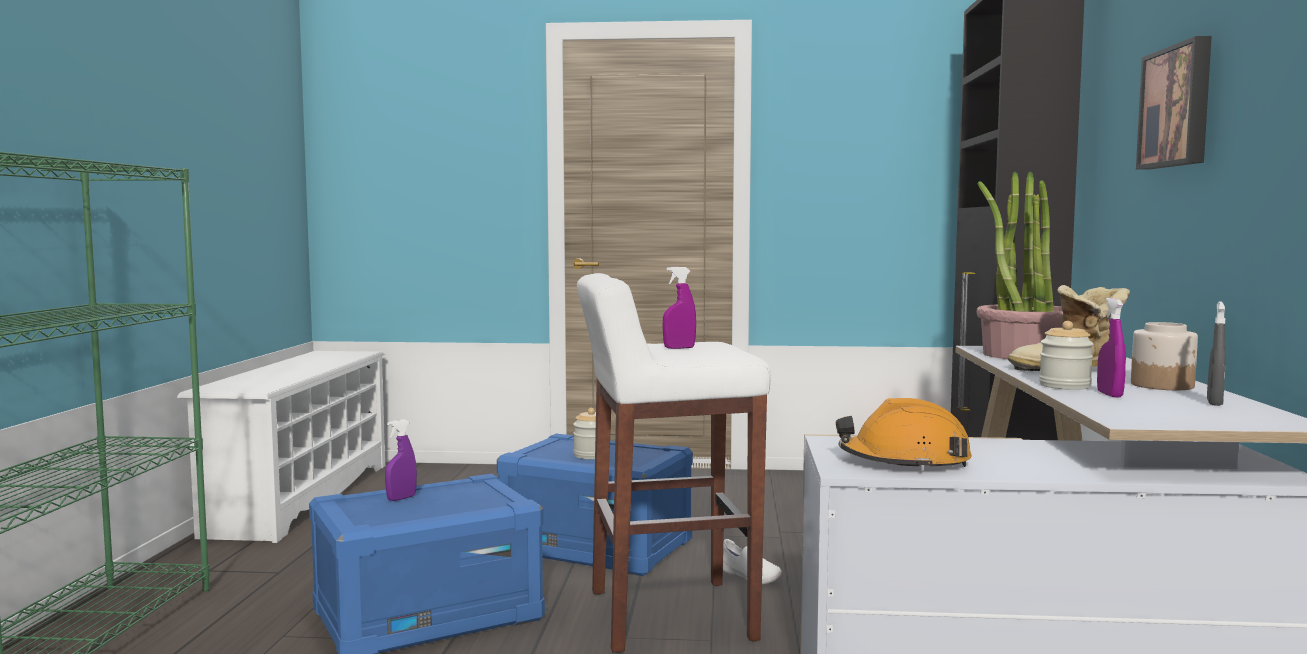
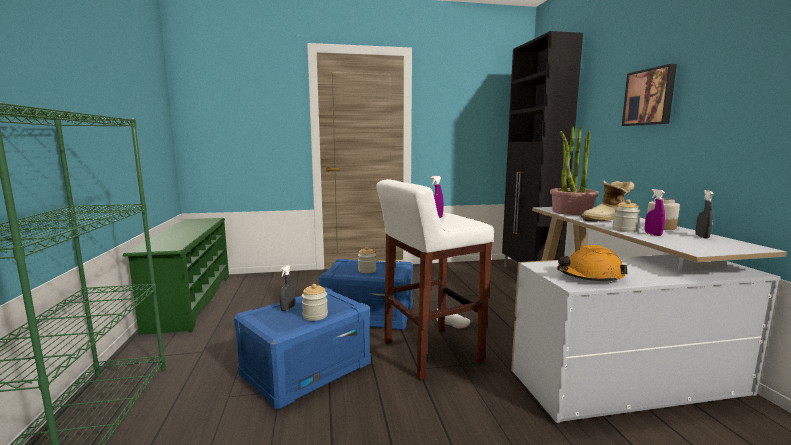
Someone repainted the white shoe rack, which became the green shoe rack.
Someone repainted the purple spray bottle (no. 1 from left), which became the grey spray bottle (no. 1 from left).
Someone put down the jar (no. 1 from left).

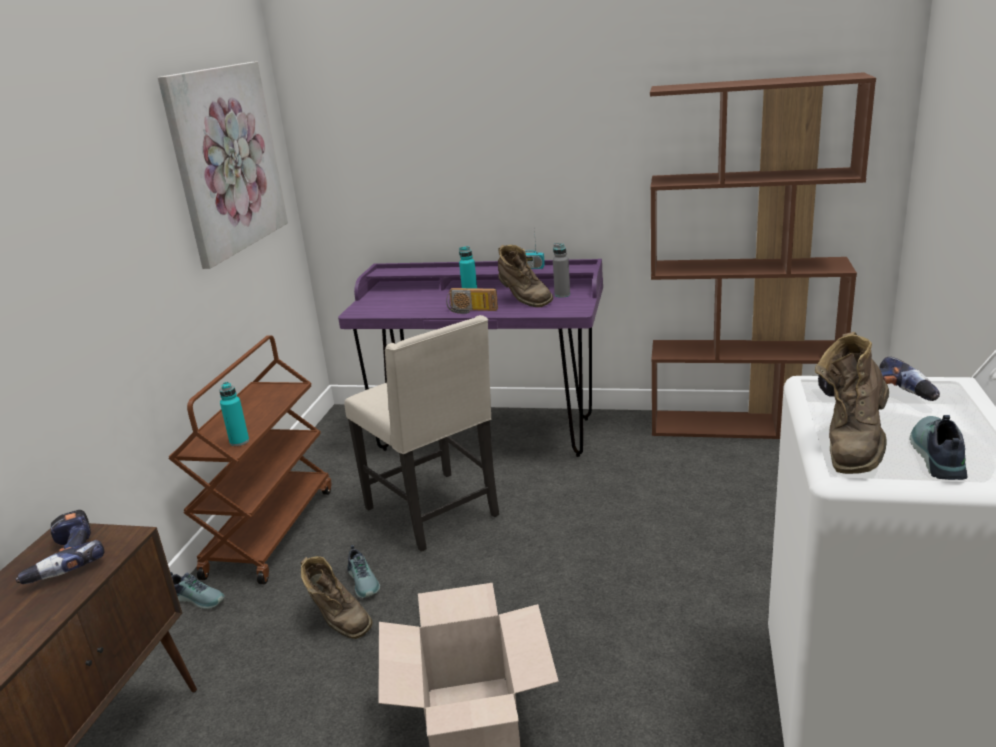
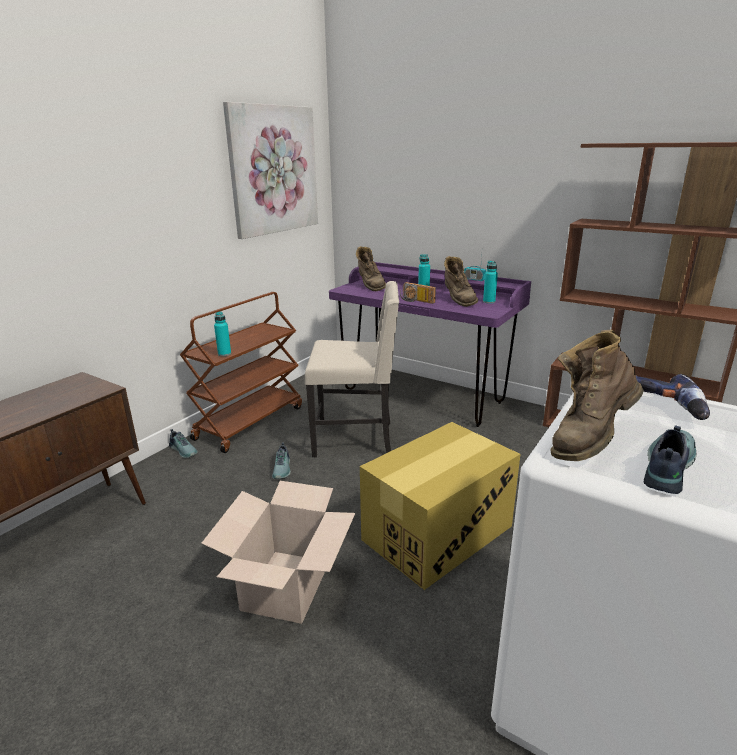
Someone took away the power drill (no. 1 from left).
Someone carried the brown boot (no. 1 from left).
Someone rotated the beige chair by 75 degrees counterclockwise.
Someone repainted the grey bottle, which became the turquoise bottle (no. 3 from left).
Someone put down the cardboard box (no. 2 from left).

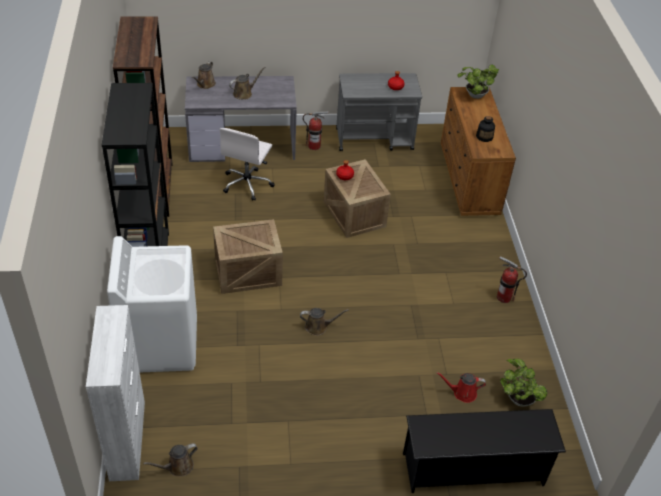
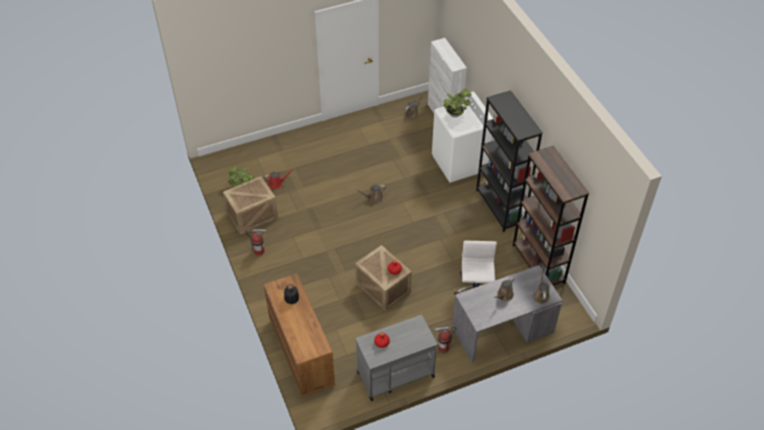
Someone carried the crate (no. 1 from left).
Someone took away the black shoe rack.
Someone carried the potted plant (no. 1 from left in the first image).

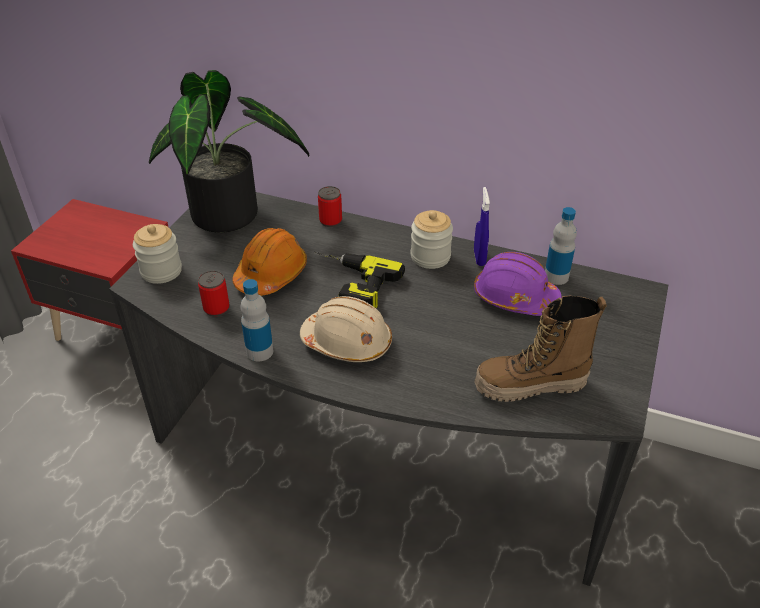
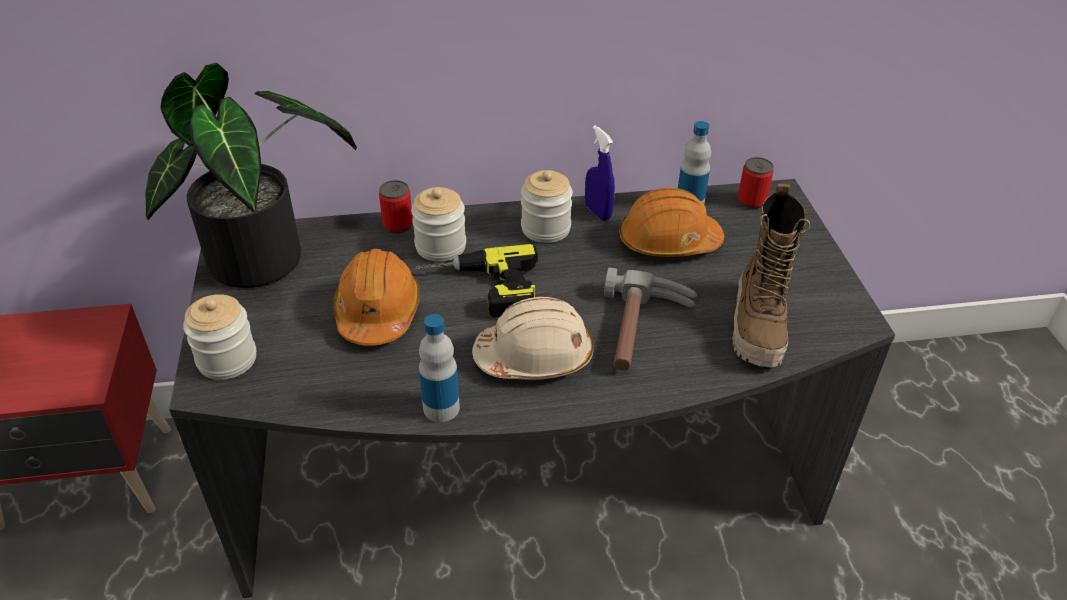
Someone carried the can (no. 1 from left in the first image).
Someone repainted the purple hard hat, which became the orange hard hat (no. 2 from left).
Someone rotated the boot by 45 degrees counterclockwise.
Someone put down the jar (no. 2 from left).
Someone put down the hammer.

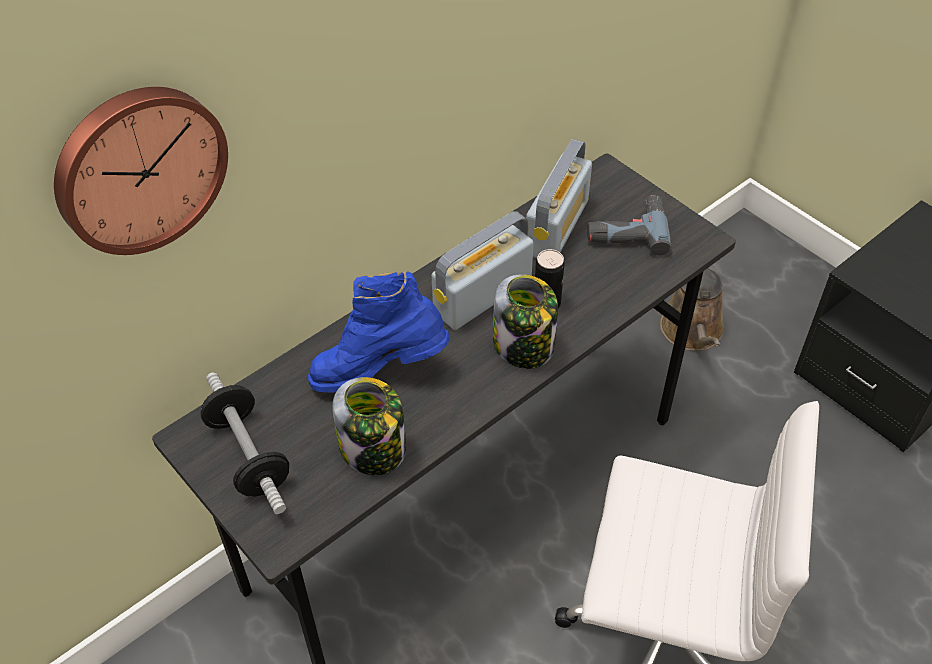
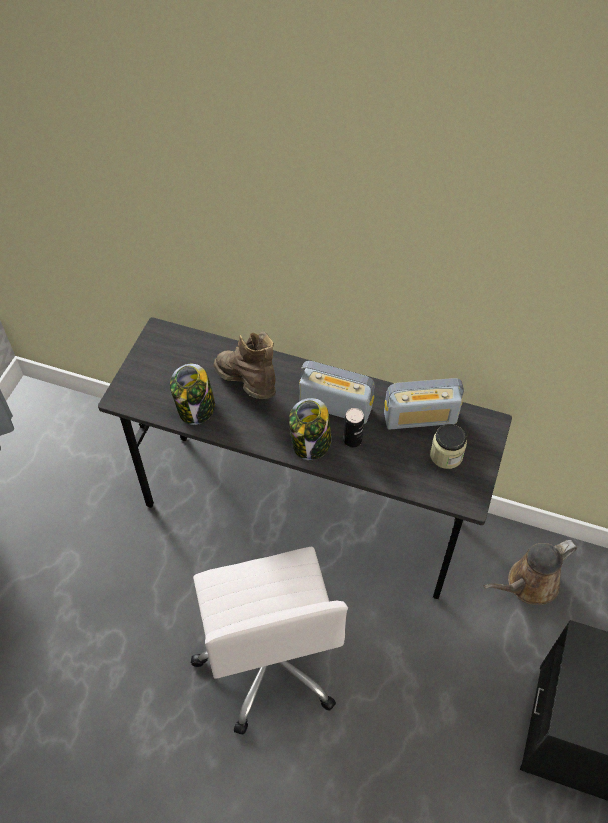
Someone took away the wall clock.
Someone took away the dumbbell.
Someone repainted the blue boot, which became the brown boot.
Someone swapped the power drill for the jar (no. 3 from left).

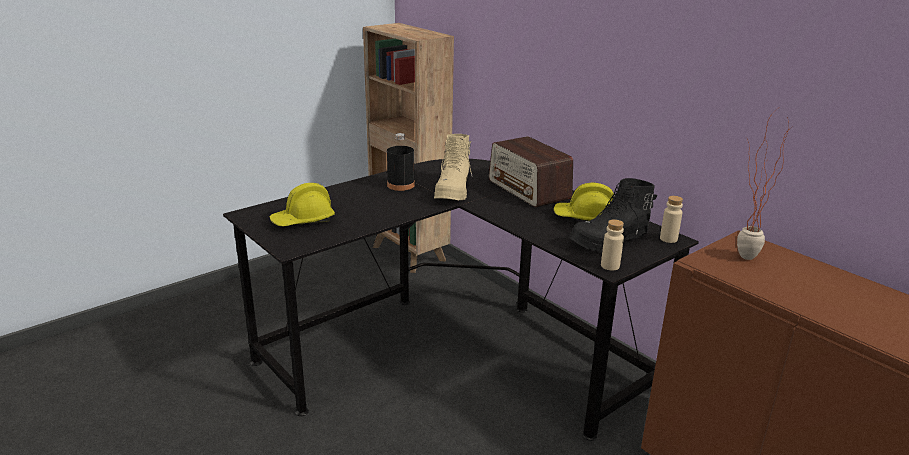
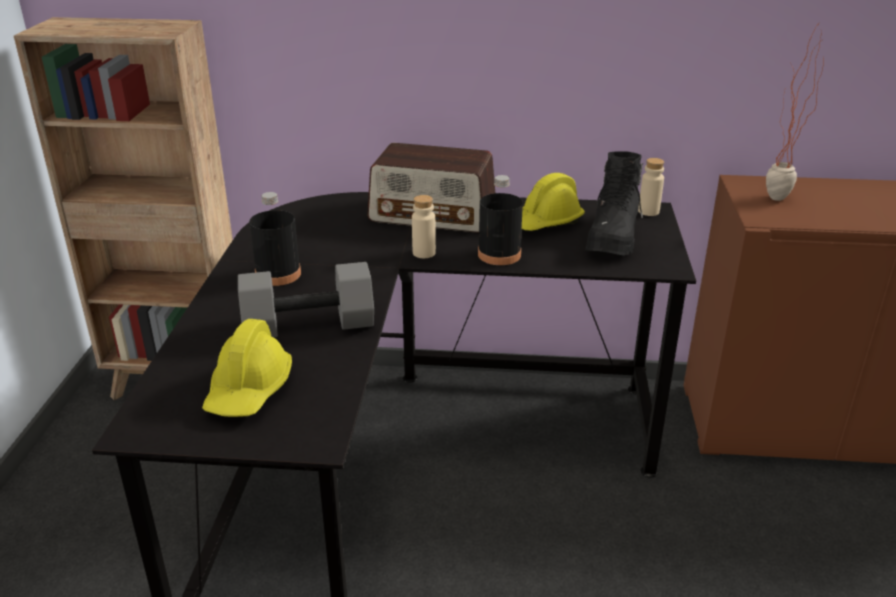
Someone took away the beige boot.
Someone carried the beige bottle (no. 1 from left).
Someone put down the grey dumbbell.
Someone put down the black bottle (no. 2 from left).

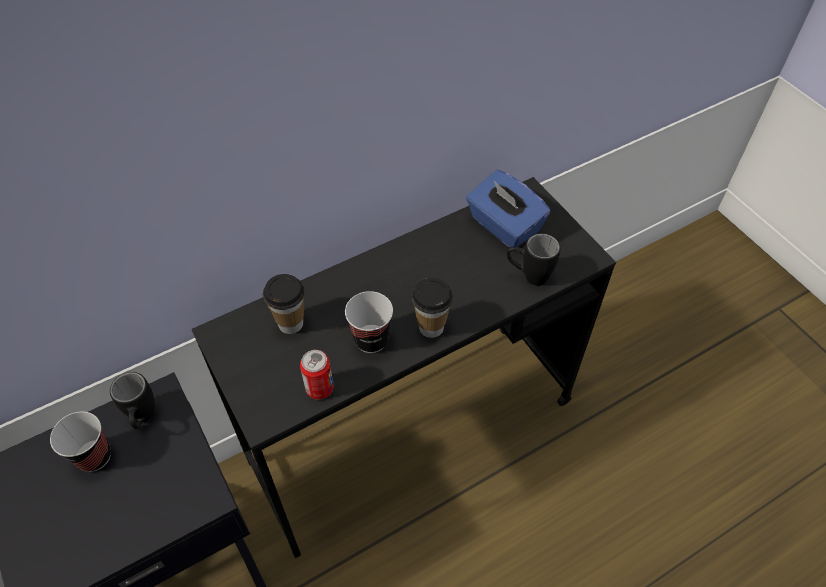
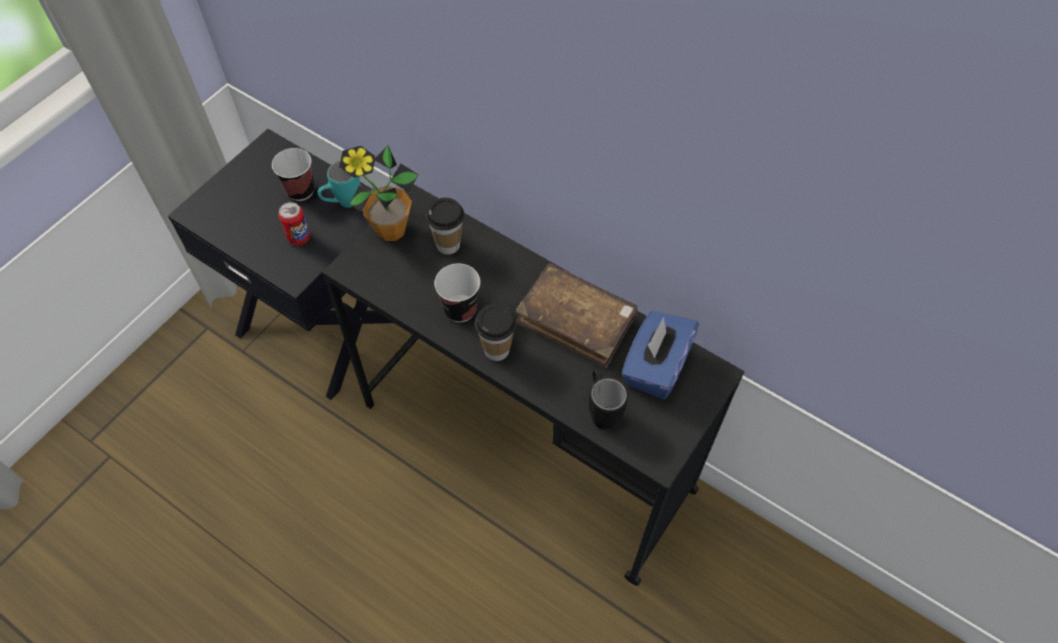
Someone repainted the black mug (no. 1 from left), which became the turquoise mug.
Someone carried the can.
Someone put down the potted plant.
Someone put down the brown book.

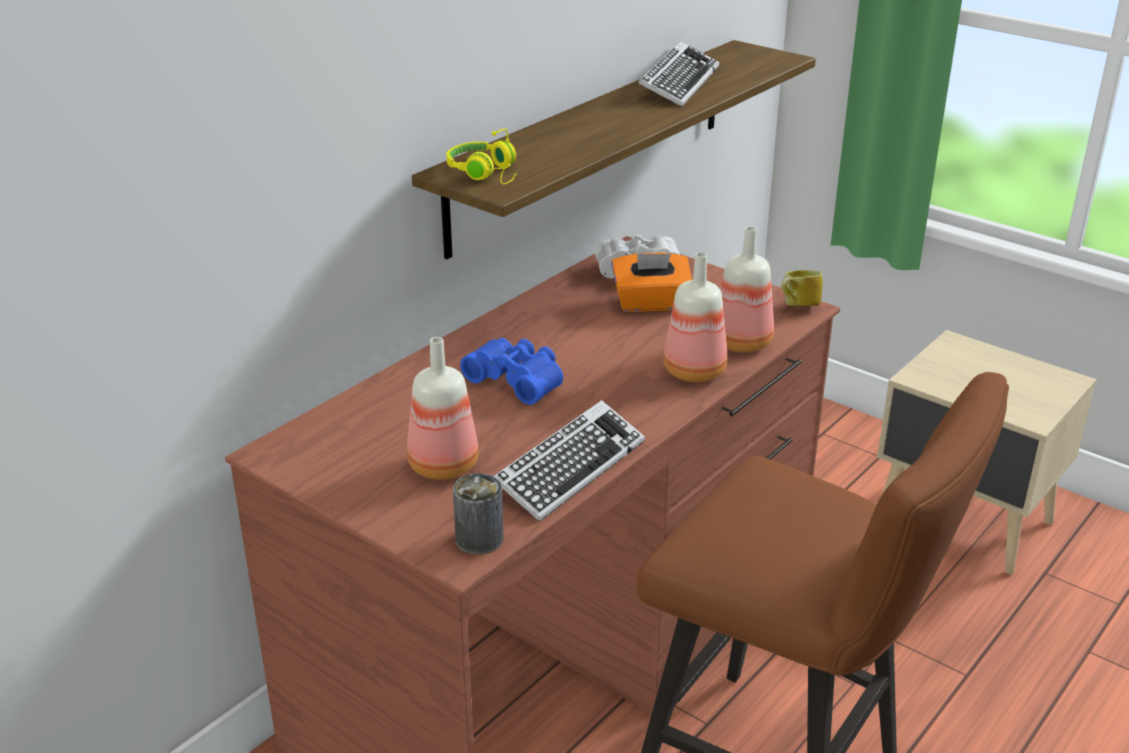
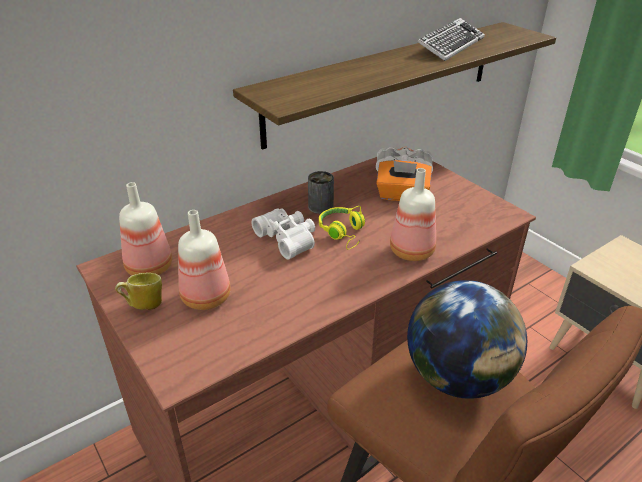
Someone carried the yellow headphones.
Someone carried the can.
Someone repainted the blue binoculars, which became the white binoculars (no. 1 from left).
Someone took away the keyboard (no. 1 from left).
Someone carried the bottle (no. 3 from left in the first image).
Someone carried the mug.
Someone put down the globe.

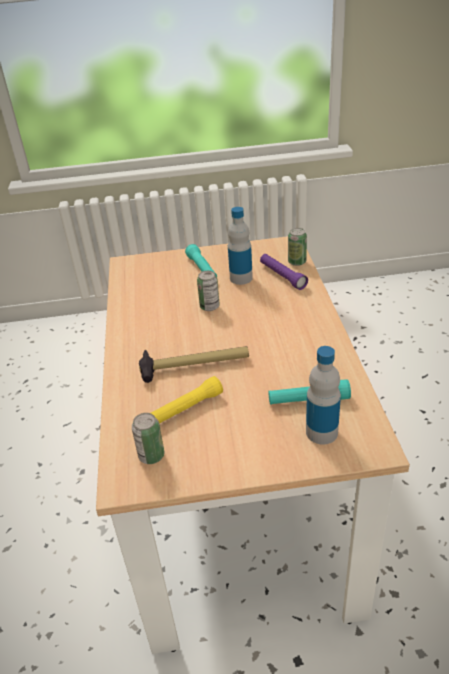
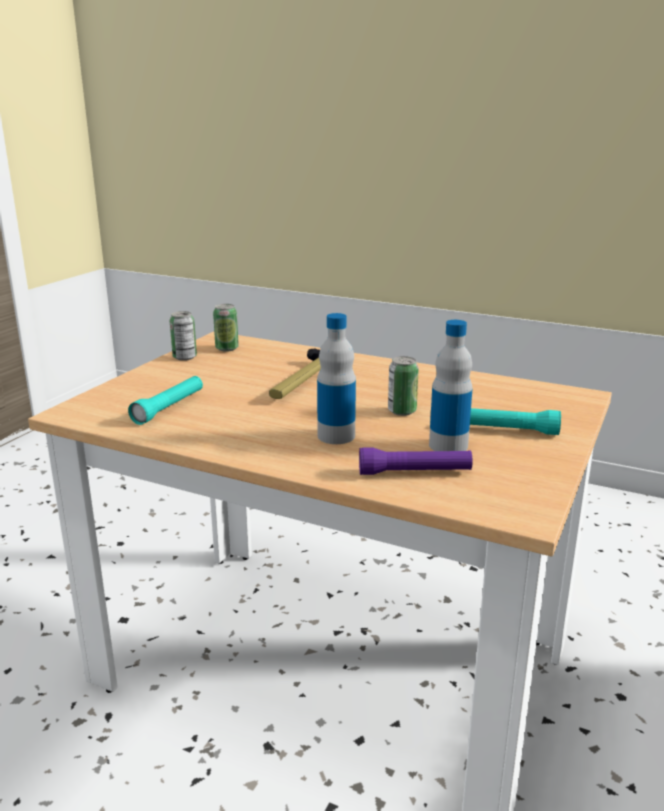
Someone took away the yellow flashlight.
Someone carried the can (no. 3 from left in the first image).
Someone carried the bottle (no. 2 from left in the first image).

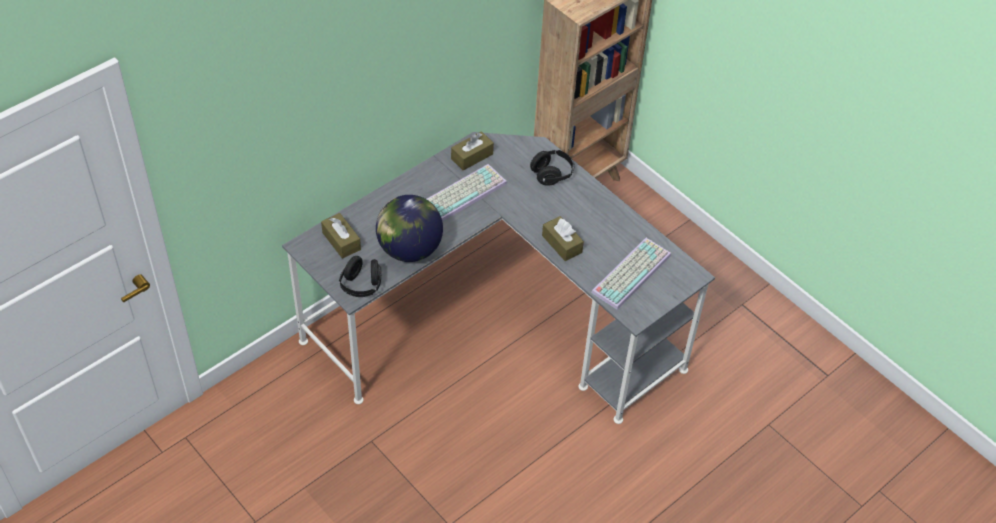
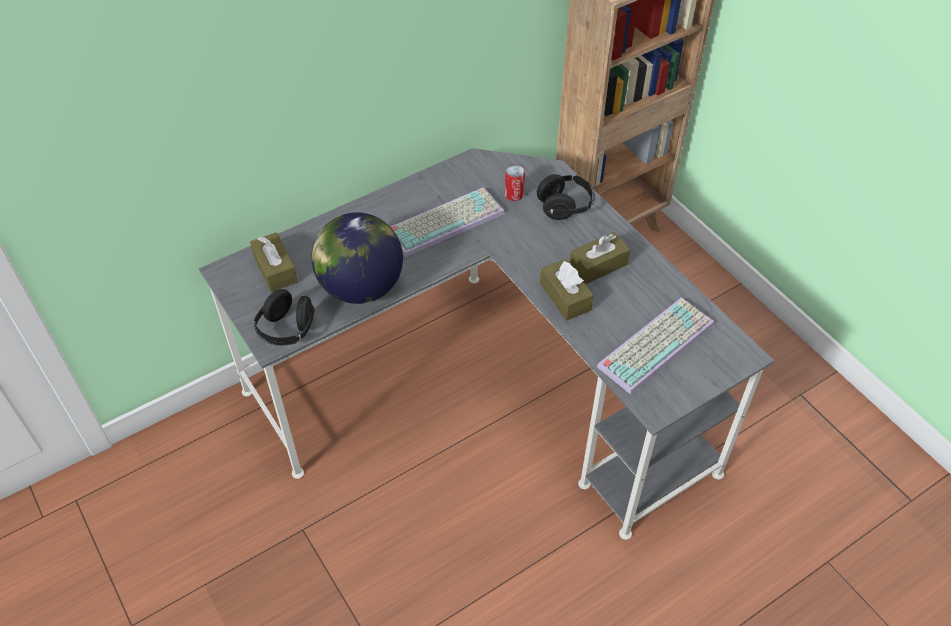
Someone carried the brown tissue box (no. 2 from left in the first image).
Someone put down the can.

